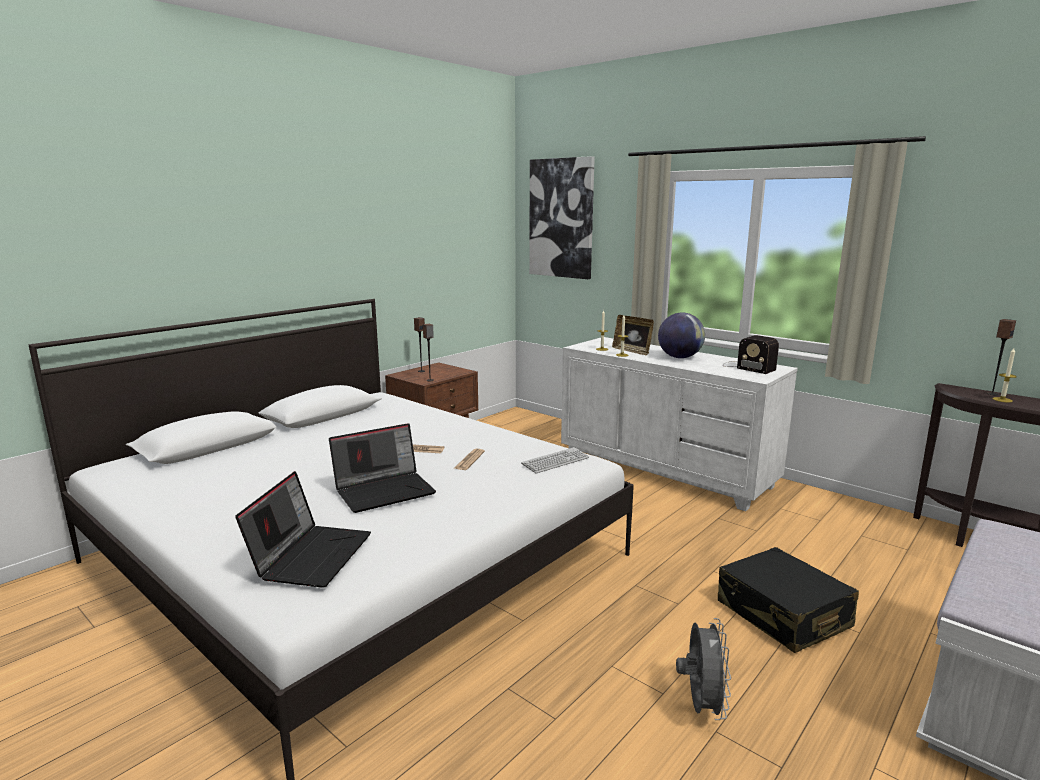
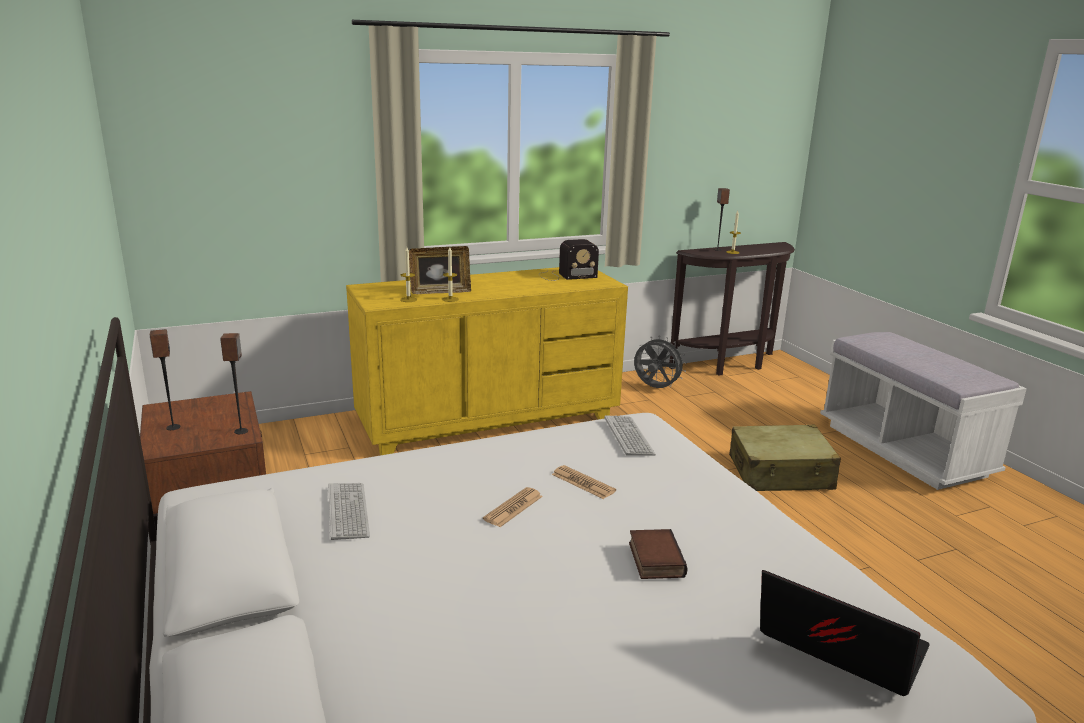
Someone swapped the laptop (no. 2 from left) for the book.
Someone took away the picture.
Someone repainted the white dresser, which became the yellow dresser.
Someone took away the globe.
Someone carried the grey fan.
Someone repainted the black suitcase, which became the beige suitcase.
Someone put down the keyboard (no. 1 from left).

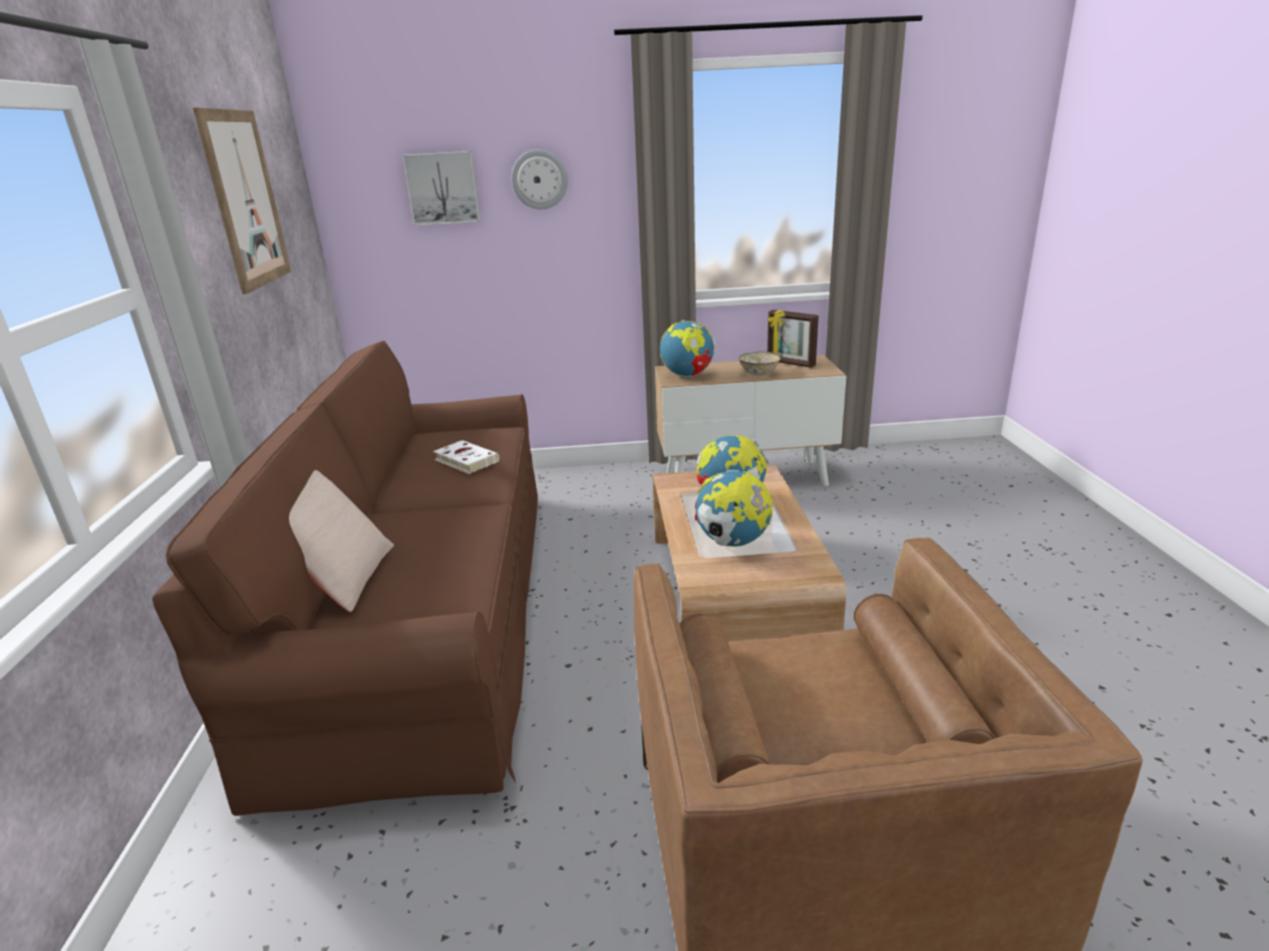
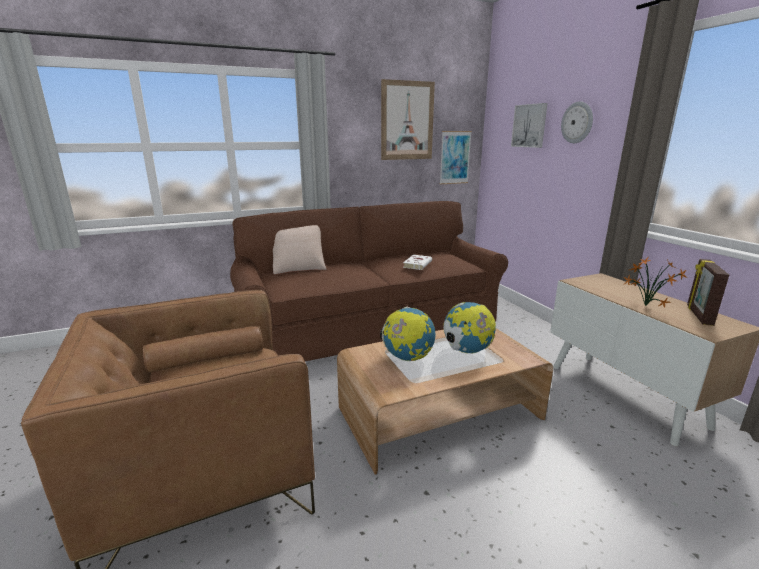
Someone took away the globe (no. 1 from left).
Someone swapped the bowl for the potted plant.
Someone put up the picture (no. 2 from left).

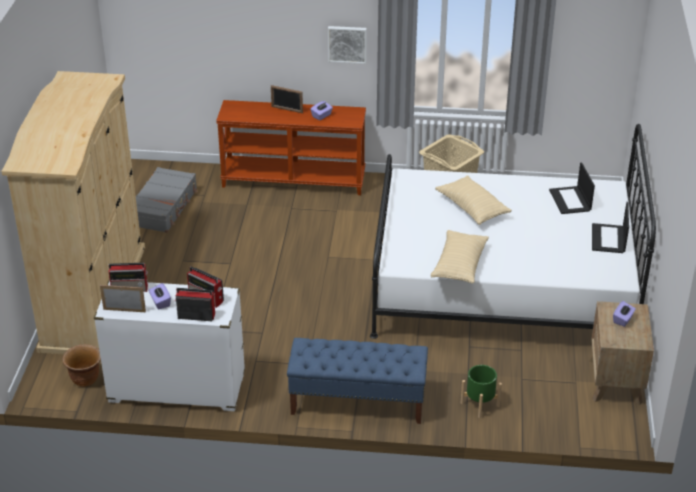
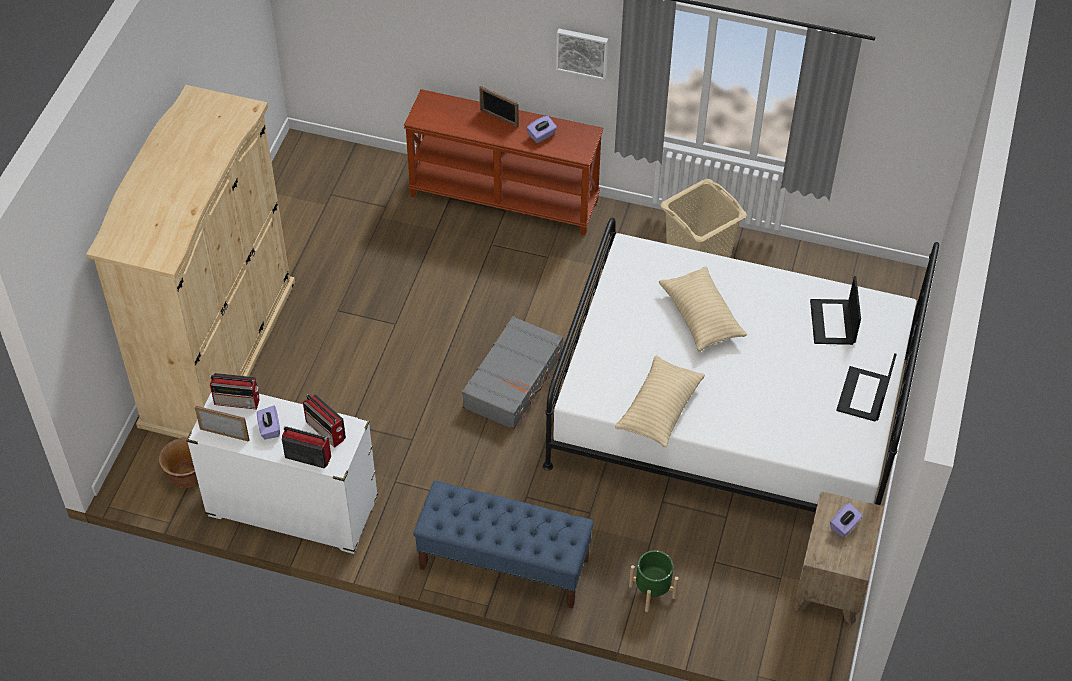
Someone carried the grey suitcase.

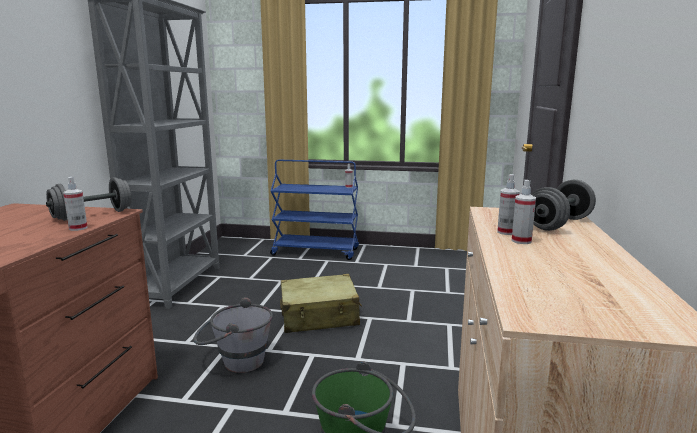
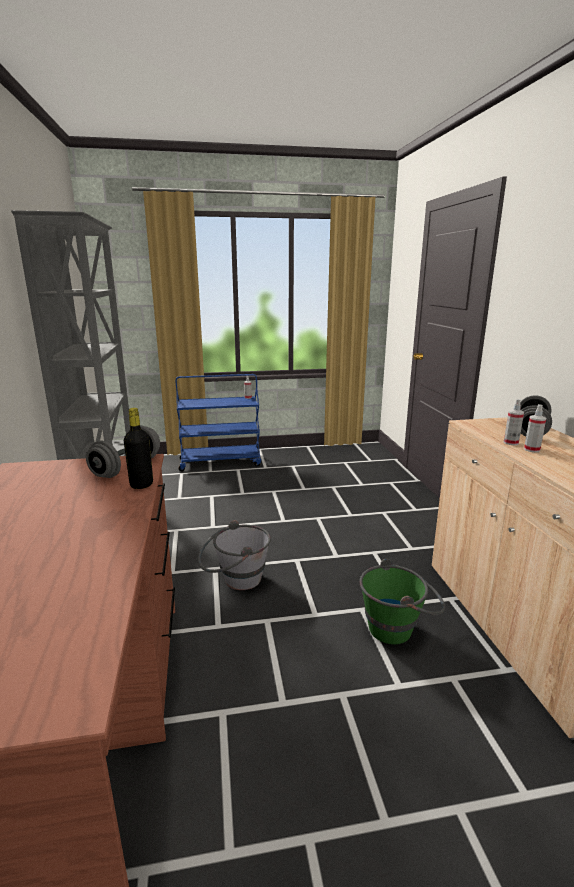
Someone swapped the spray bottle (no. 1 from left) for the black bottle.
Someone took away the beige suitcase.

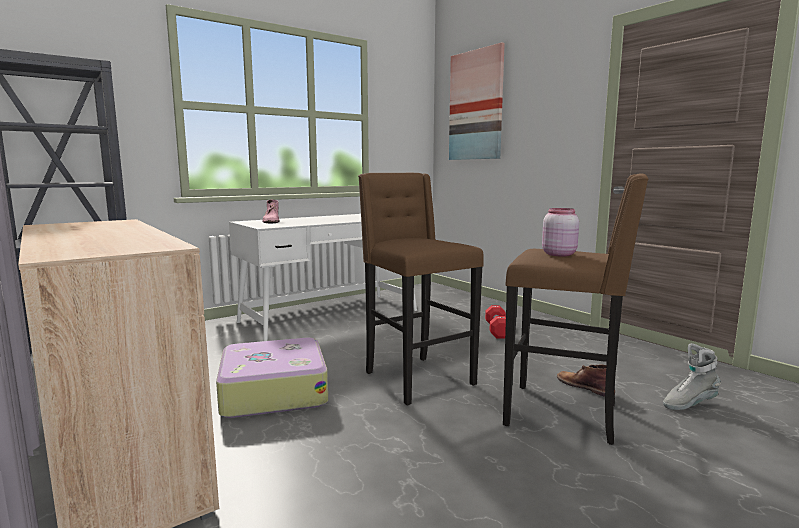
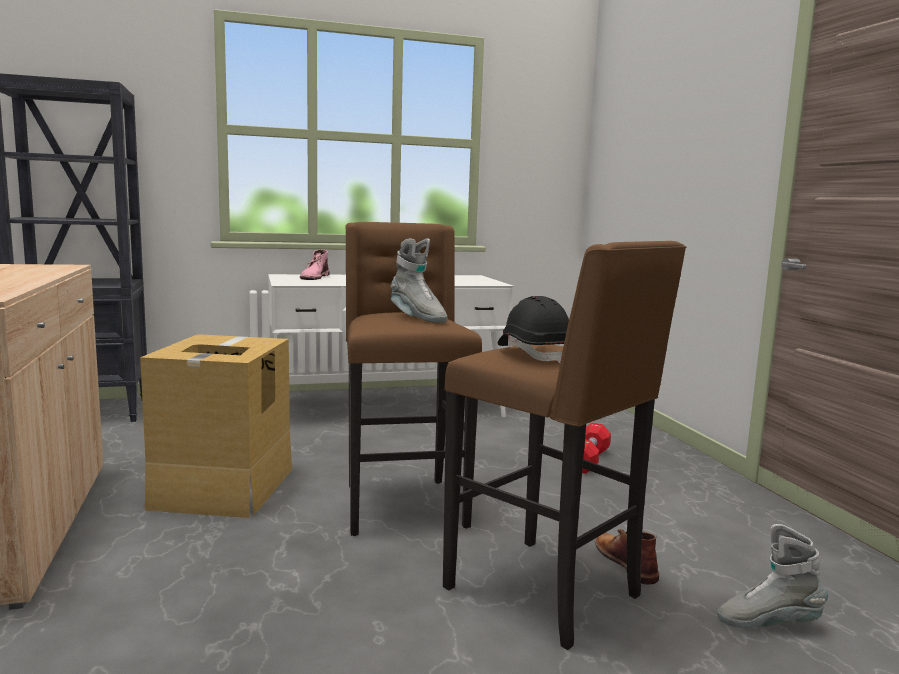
Someone swapped the suitcase for the cardboard box.
Someone took away the picture.
Someone swapped the pink jar for the black hard hat.
Someone put down the grey boot (no. 1 from left).

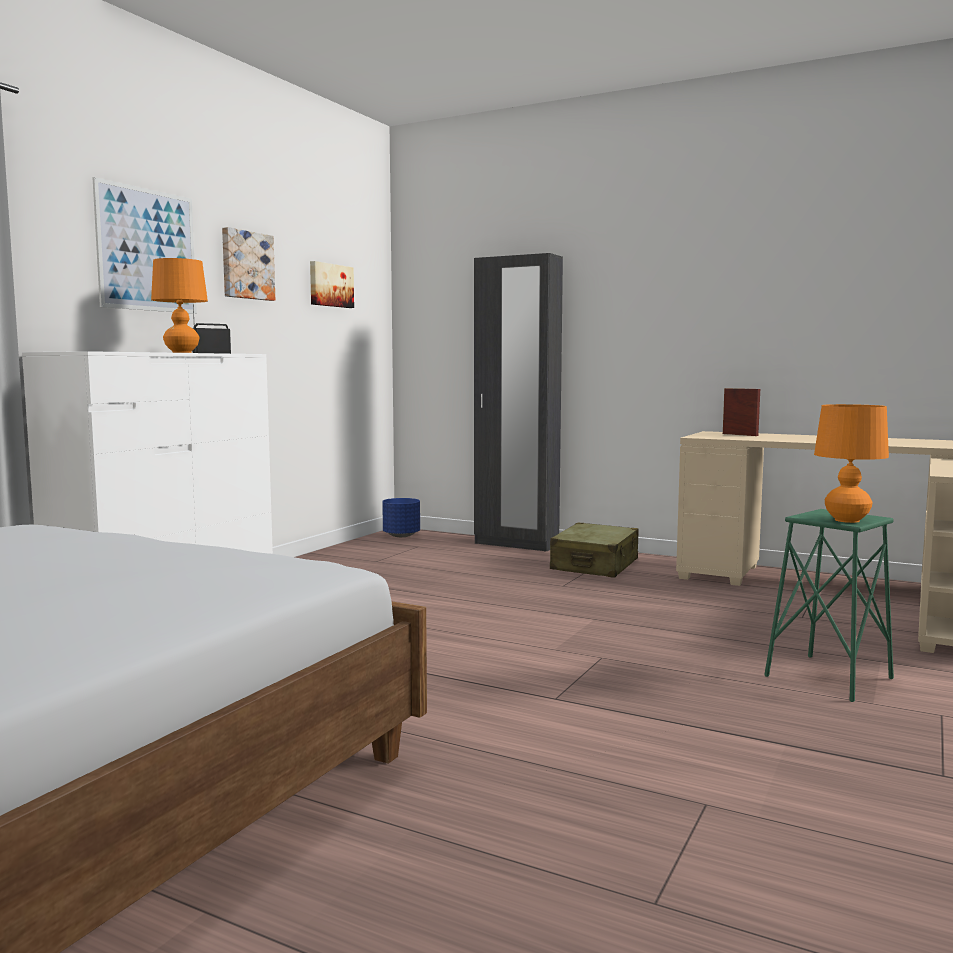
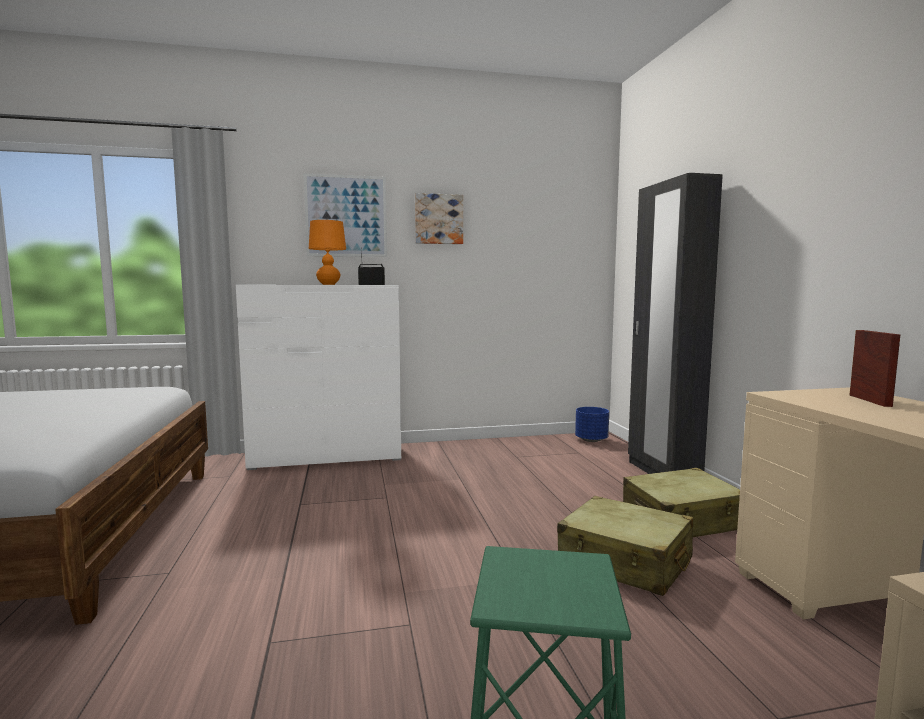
Someone took away the picture (no. 3 from left).
Someone took away the orange table lamp (no. 2 from left).
Someone put down the beige suitcase (no. 1 from left).

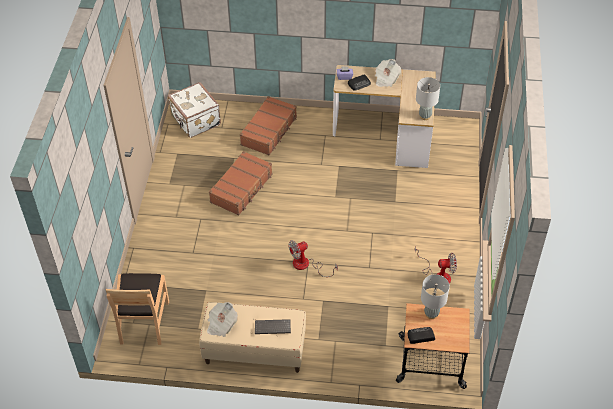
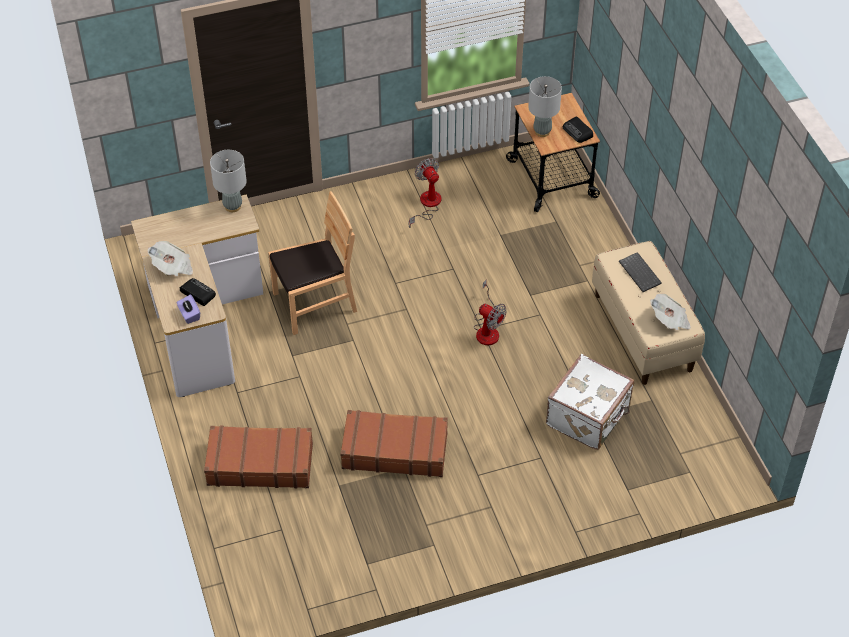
Someone carried the brown chair.
Someone carried the white suitcase.

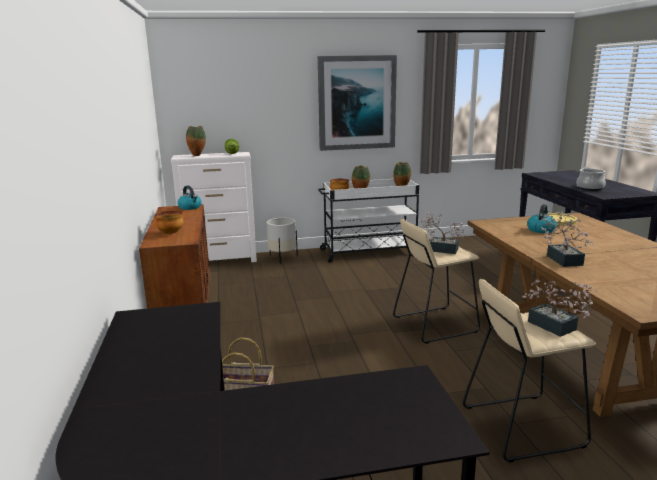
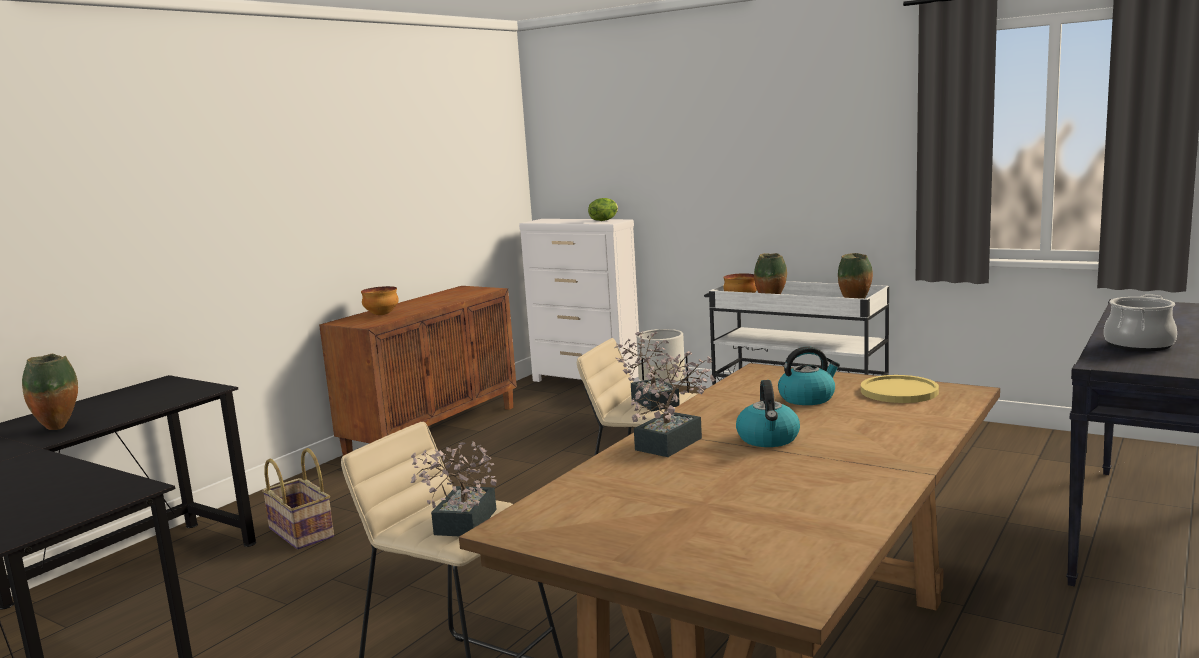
Someone carried the kettle (no. 1 from left).
Someone carried the vase (no. 1 from left).
Someone took away the picture.

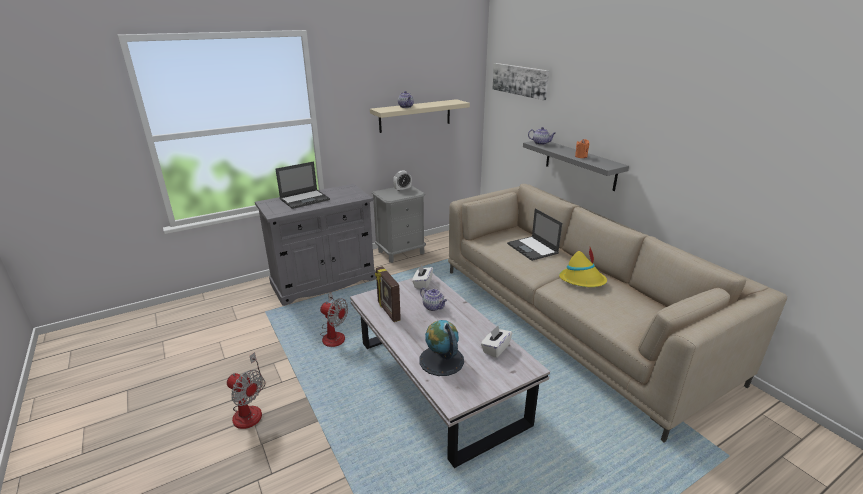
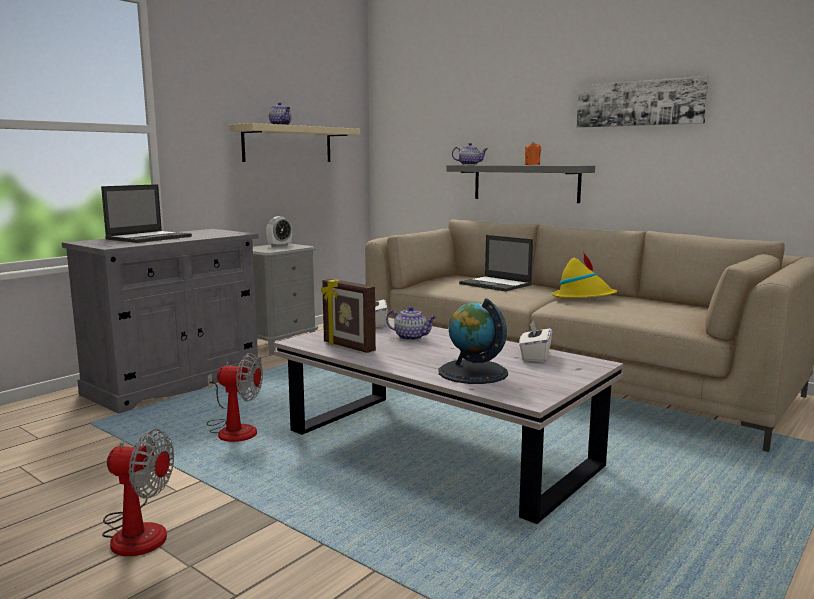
Someone carried the picture.

